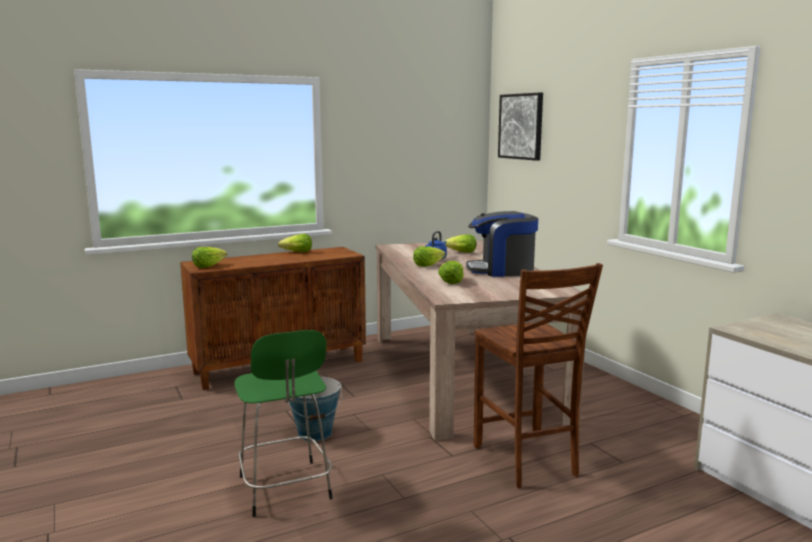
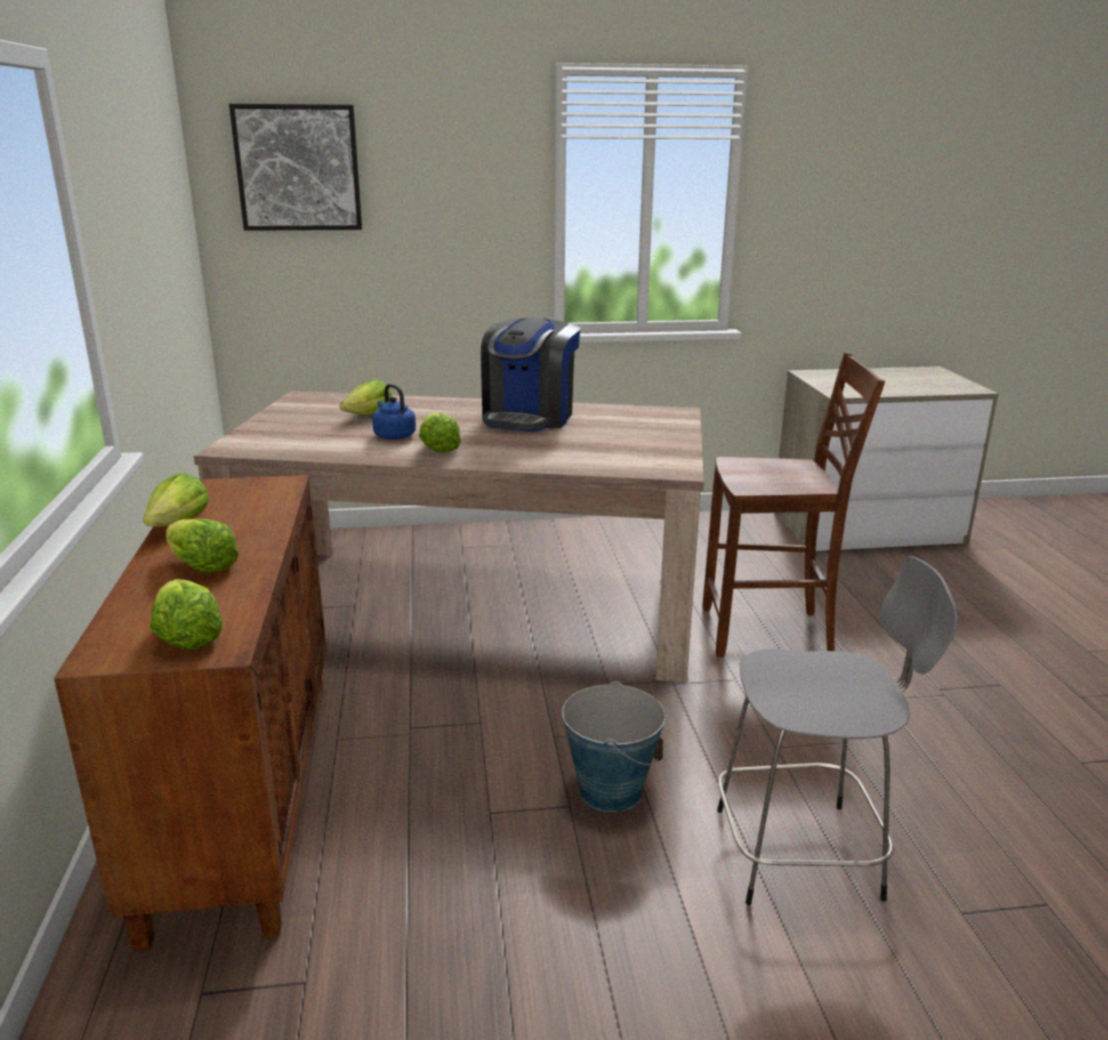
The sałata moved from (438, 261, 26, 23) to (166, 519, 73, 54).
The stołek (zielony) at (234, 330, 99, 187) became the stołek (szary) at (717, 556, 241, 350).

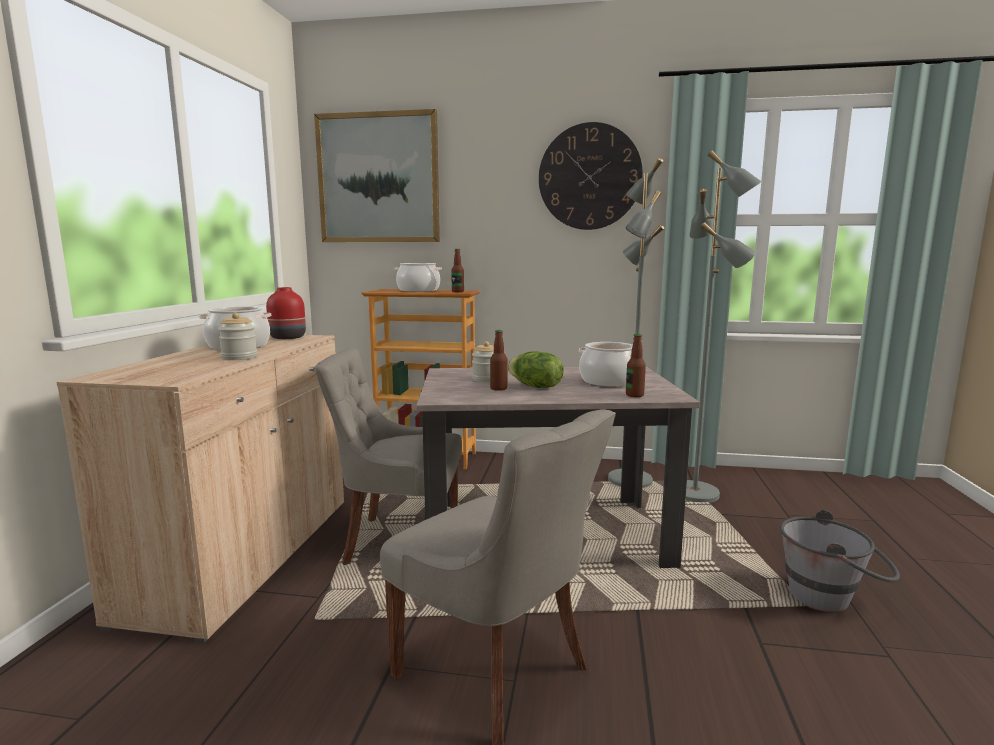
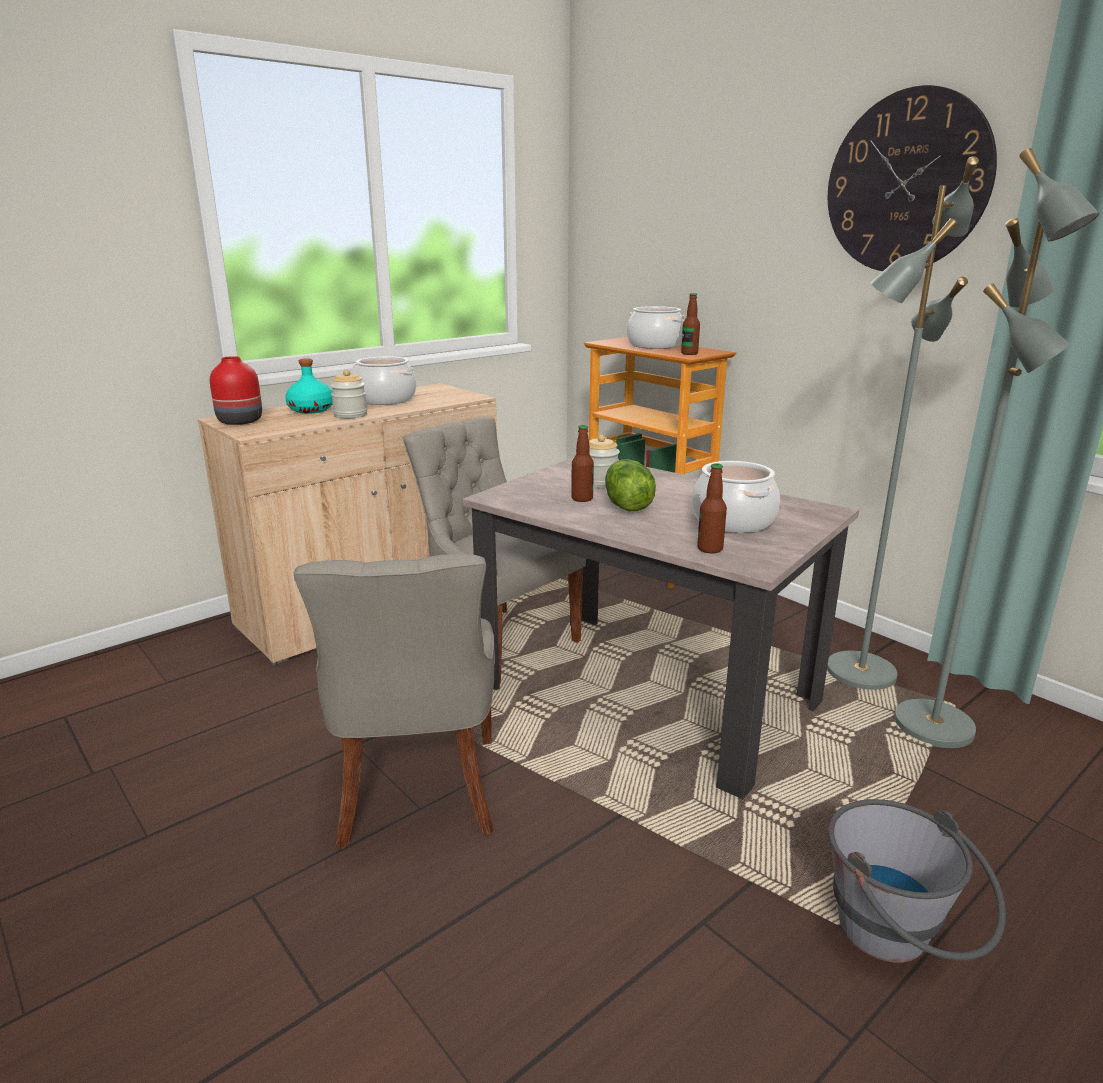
The wazon (czerwony) moved from (266, 287, 40, 52) to (210, 356, 52, 69).
The butelka (turkusowy) at (285, 358, 48, 56) appeared.
The obraz at (314, 109, 126, 133) disappeared.

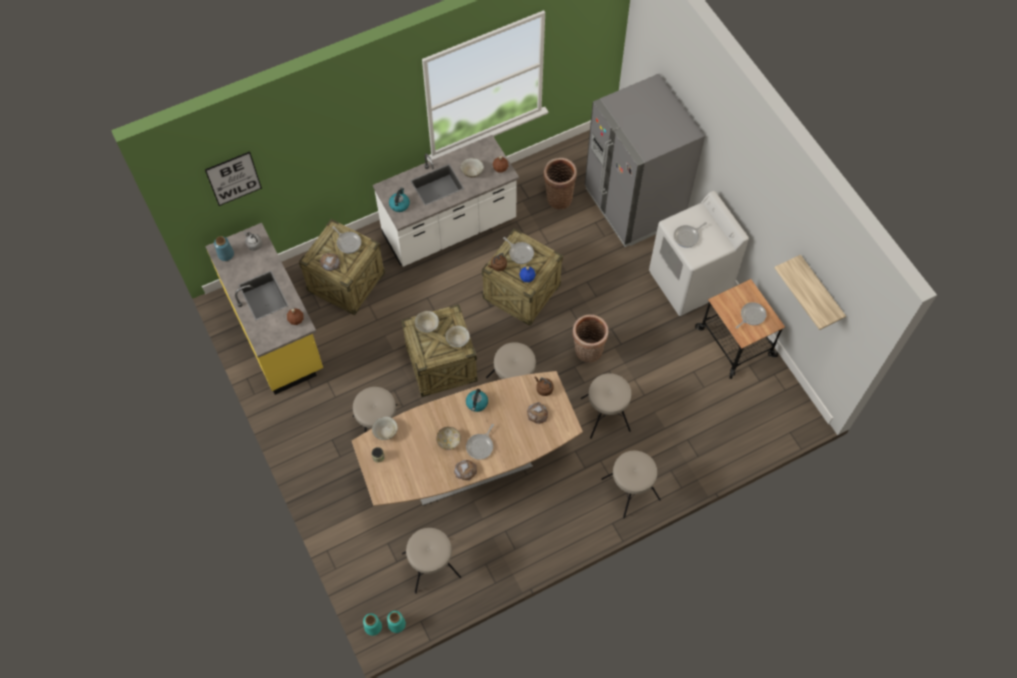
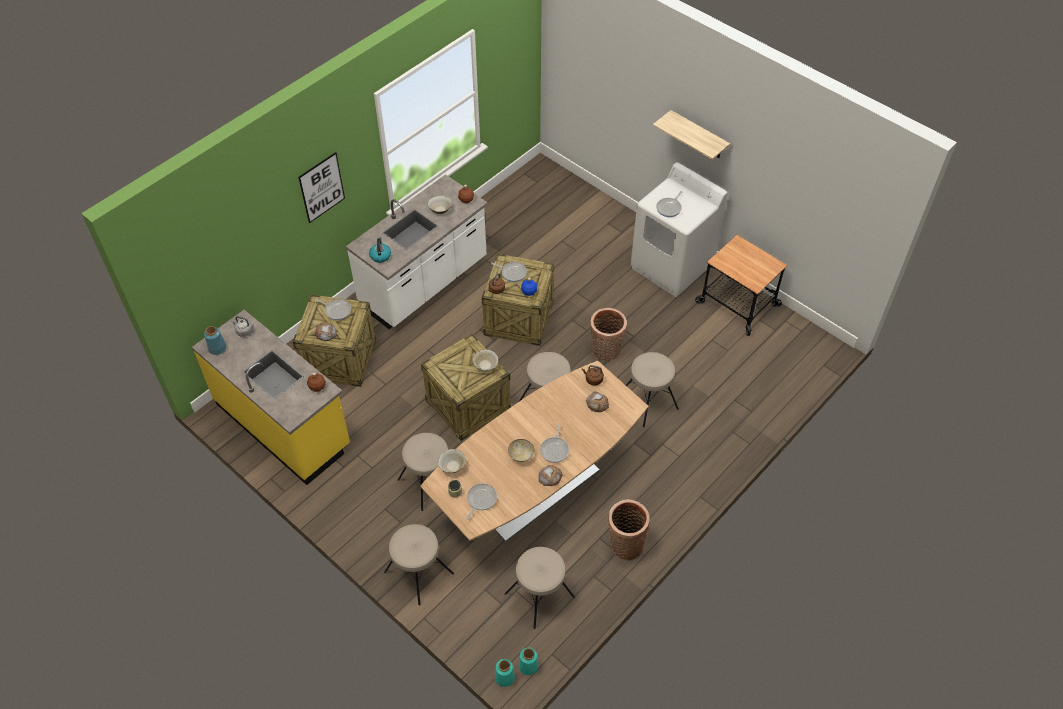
The obraz moved from (205, 151, 57, 55) to (298, 152, 47, 71).
The stołek (beżowy) moved from (601, 450, 60, 68) to (384, 524, 70, 81).
The patelnia moved from (736, 302, 30, 27) to (466, 483, 31, 37).
The koszyk moved from (543, 158, 34, 51) to (608, 499, 42, 61).
The półka moved from (774, 255, 72, 75) to (653, 110, 77, 50).
The miska (beżowy) at (415, 311, 24, 22) disappeared.
The czajnik at (466, 389, 22, 23) disappeared.
The lodówka (szary) at (585, 74, 120, 173) disappeared.

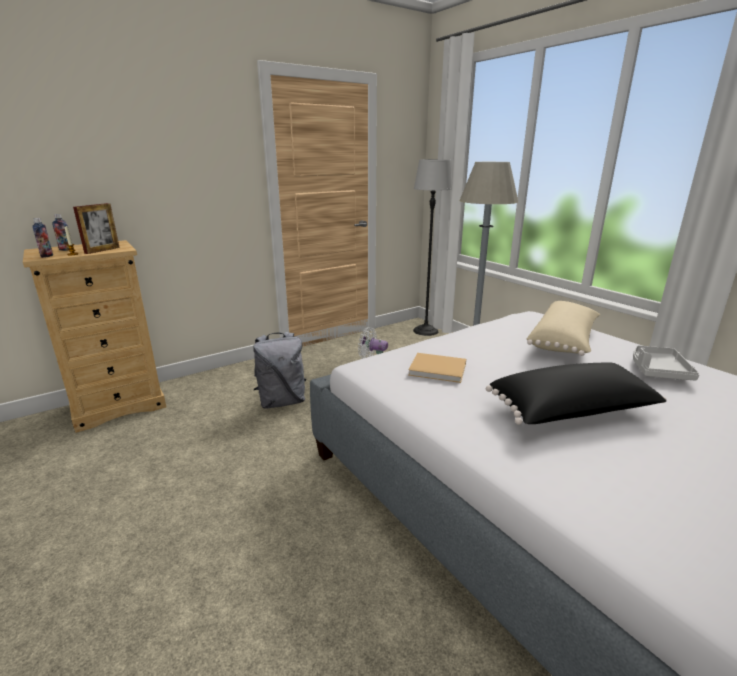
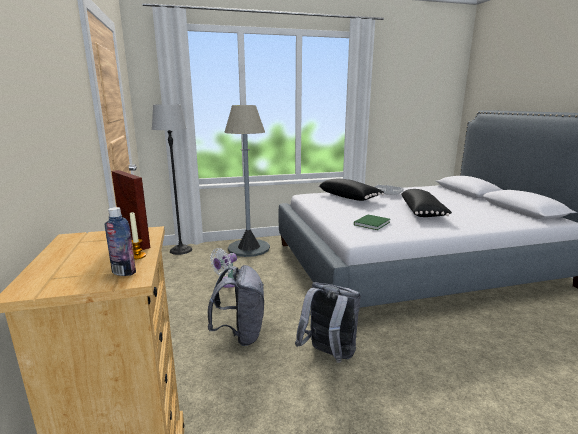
The plecak (szary) at (295, 282, 66, 81) appeared.
The poduszka (beżowy) at (527, 301, 73, 55) became the poduszka (czarny) at (318, 179, 66, 22).
The książka (beżowy) at (408, 353, 58, 30) became the książka (zielony) at (354, 214, 36, 16).
The butelka at (52, 214, 19, 37) disappeared.

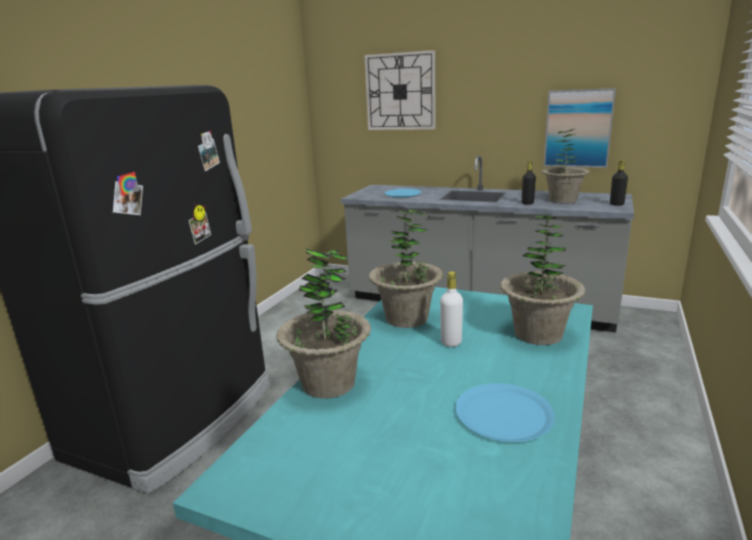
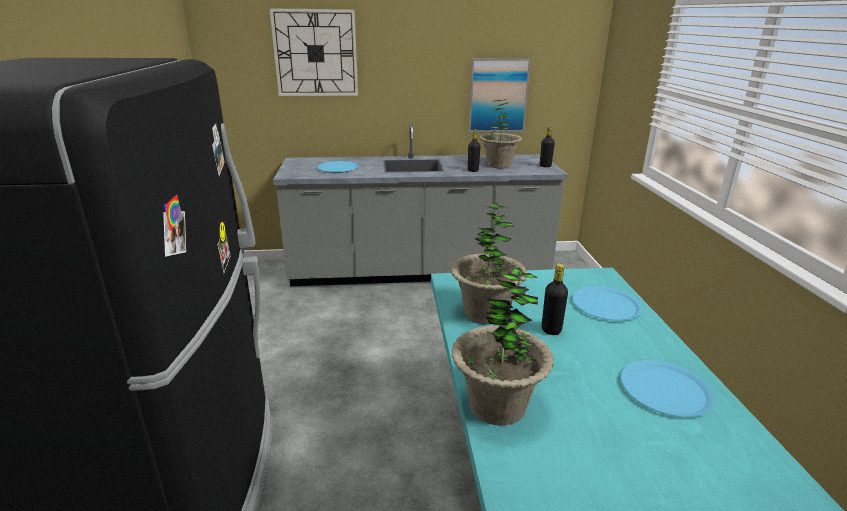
The butelka (biały) at (440, 271, 23, 76) became the butelka (czarny) at (542, 263, 26, 72).
The roślina doniczkowa at (500, 215, 85, 130) was replaced by the talerz (niebieski) at (572, 286, 71, 35).

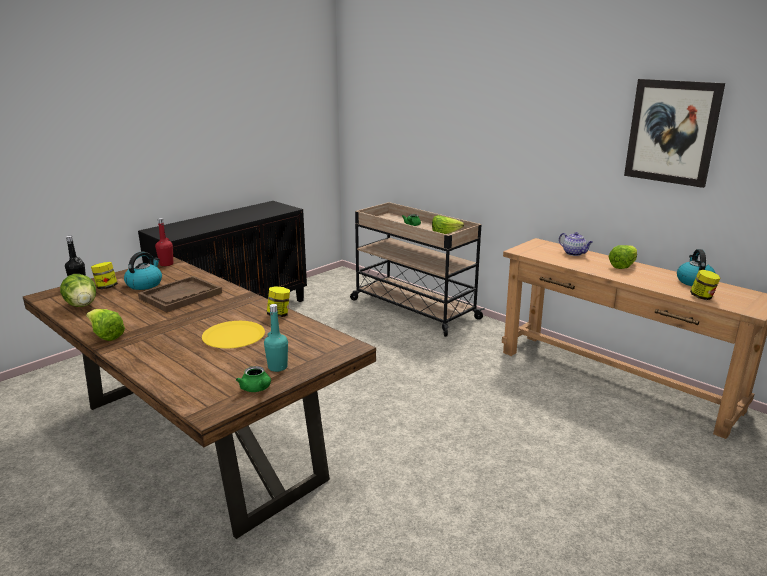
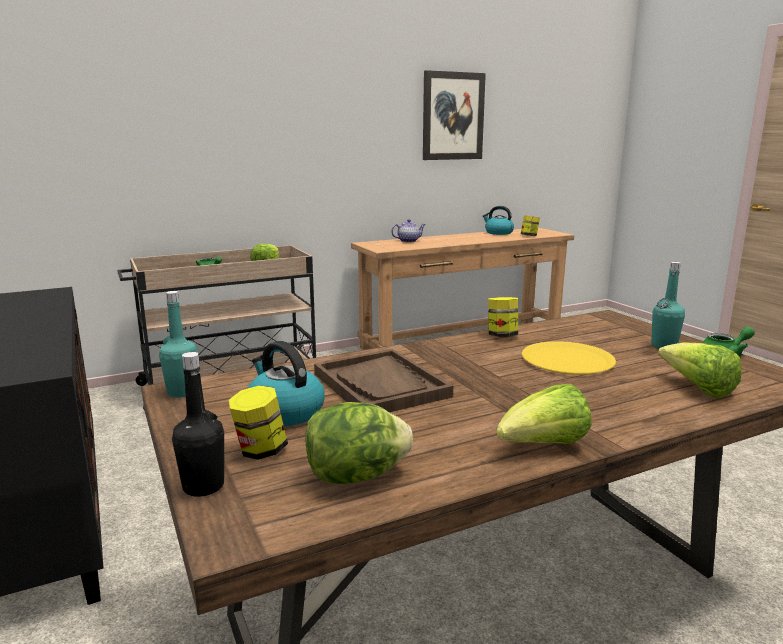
The butelka (czerwony) at (155, 218, 18, 48) became the butelka (turkusowy) at (159, 291, 39, 107).
The sałata moved from (608, 245, 29, 24) to (658, 342, 84, 56).

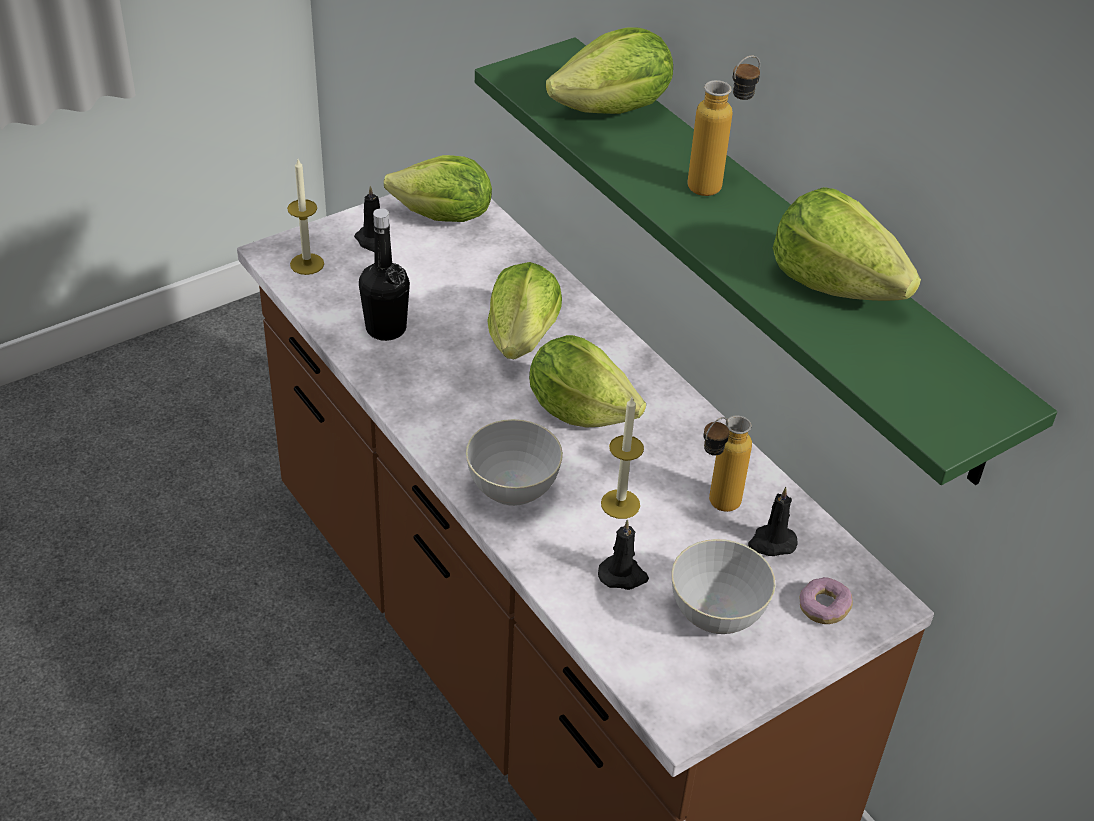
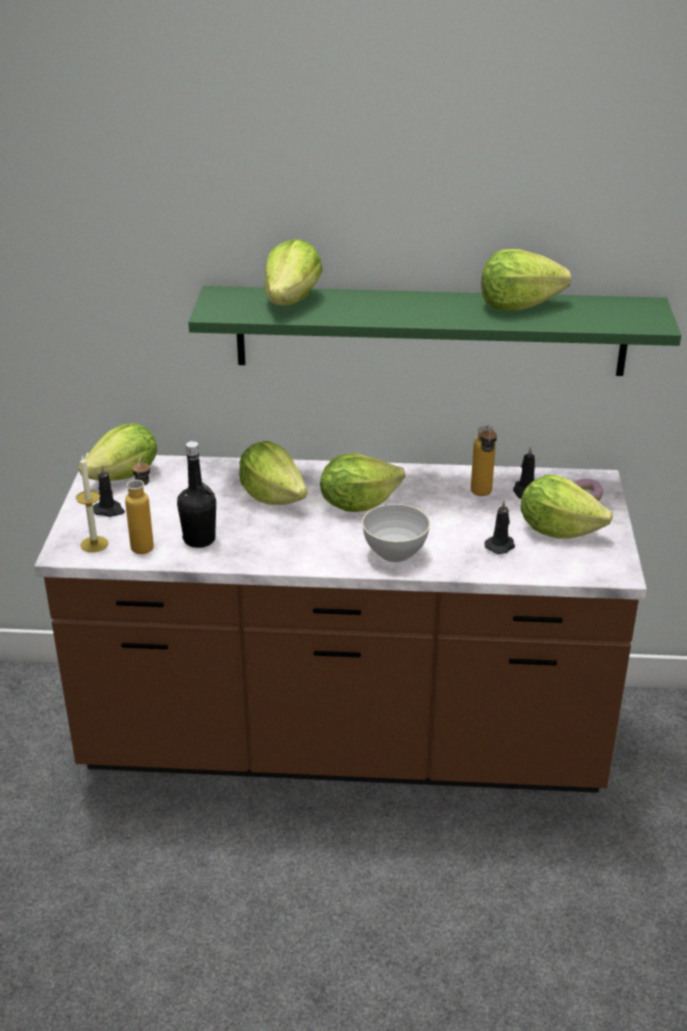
The butelka moved from (688, 55, 72, 141) to (125, 457, 29, 97).
The miska (szary) at (671, 539, 105, 95) was replaced by the sałata at (521, 475, 92, 64).
The świeca at (601, 397, 43, 122) disappeared.

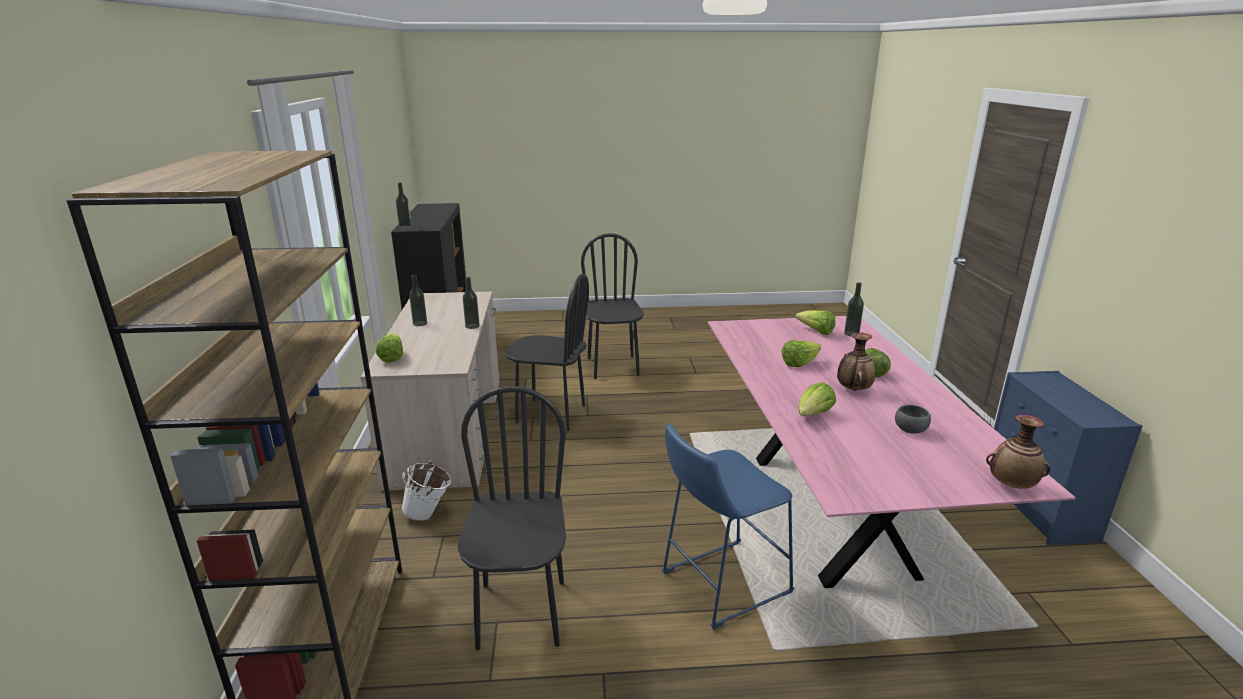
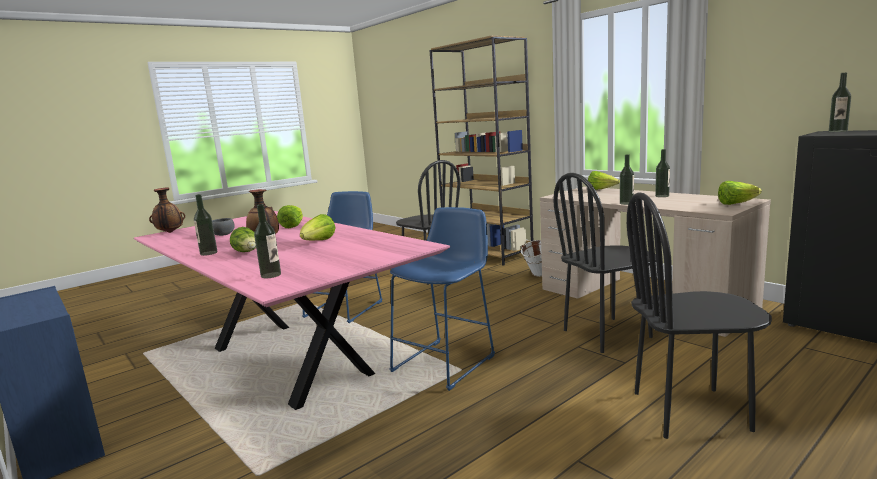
The butelka at (194, 194, 23, 62) appeared.
The stołek (niebieski) at (389, 207, 106, 184) appeared.
The krzesło (czarny) at (581, 233, 63, 146) turned 135 degrees clockwise.
The sałata moved from (795, 310, 40, 25) to (718, 181, 44, 24).

